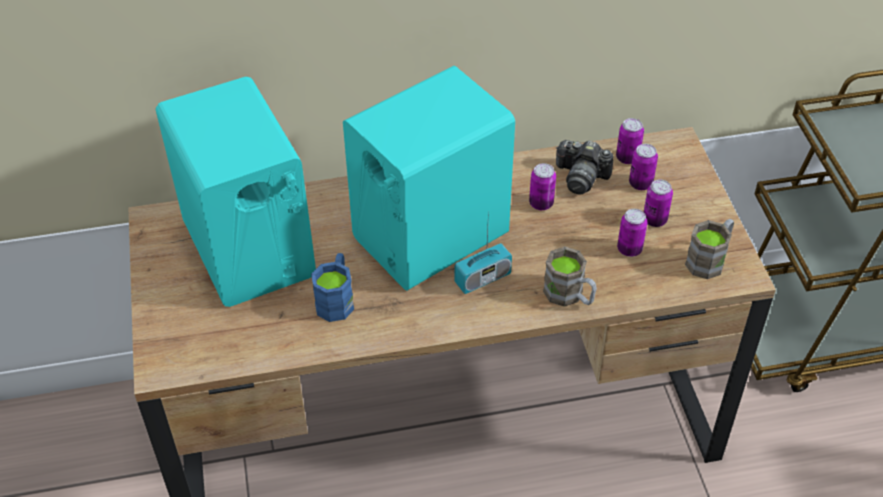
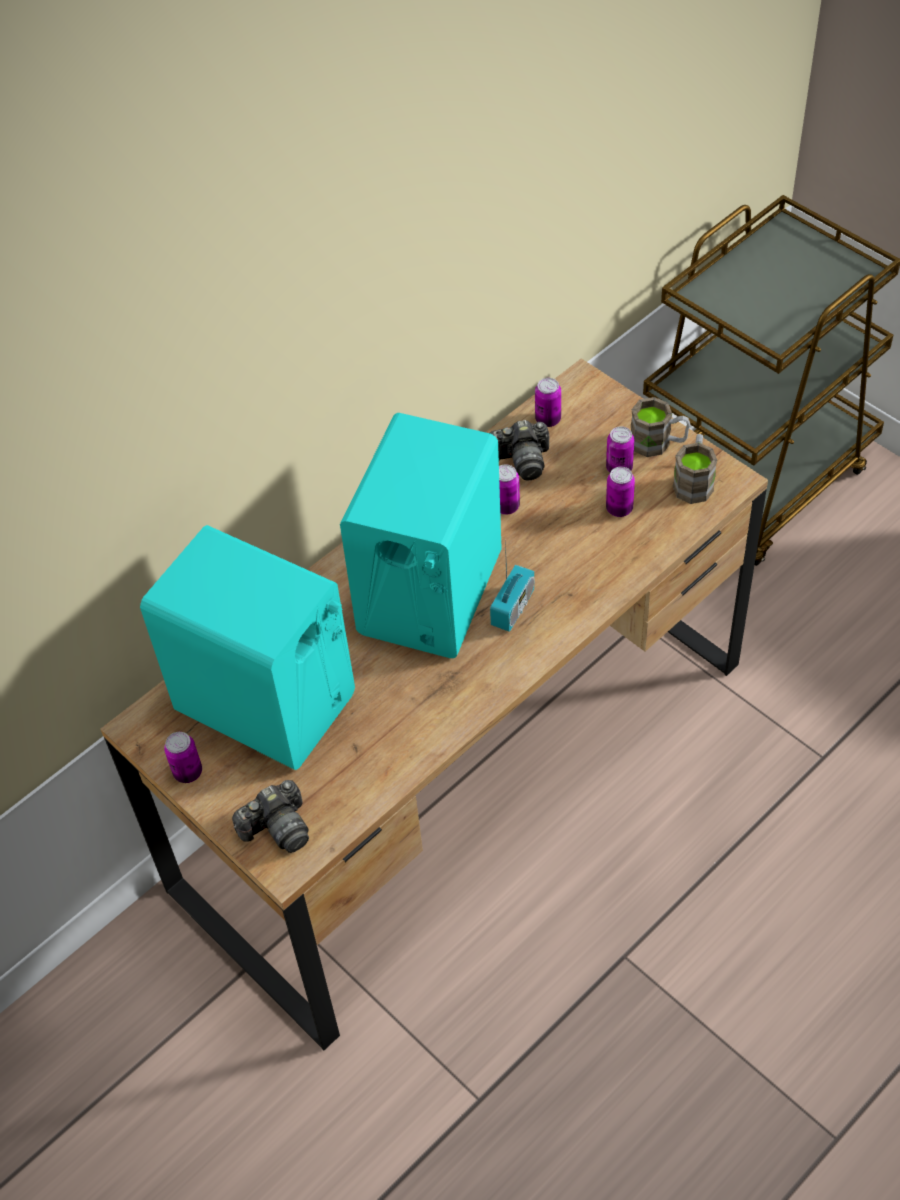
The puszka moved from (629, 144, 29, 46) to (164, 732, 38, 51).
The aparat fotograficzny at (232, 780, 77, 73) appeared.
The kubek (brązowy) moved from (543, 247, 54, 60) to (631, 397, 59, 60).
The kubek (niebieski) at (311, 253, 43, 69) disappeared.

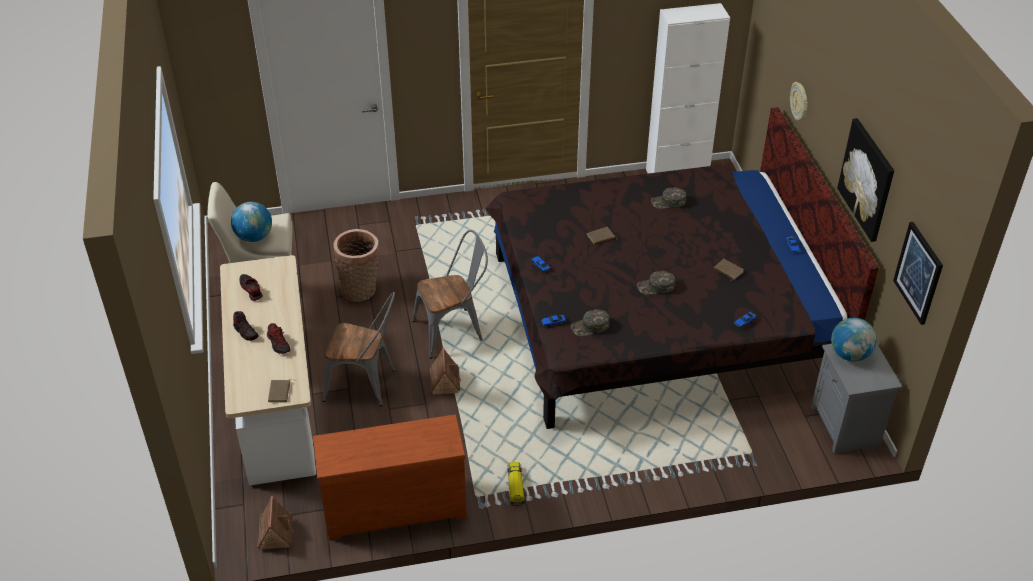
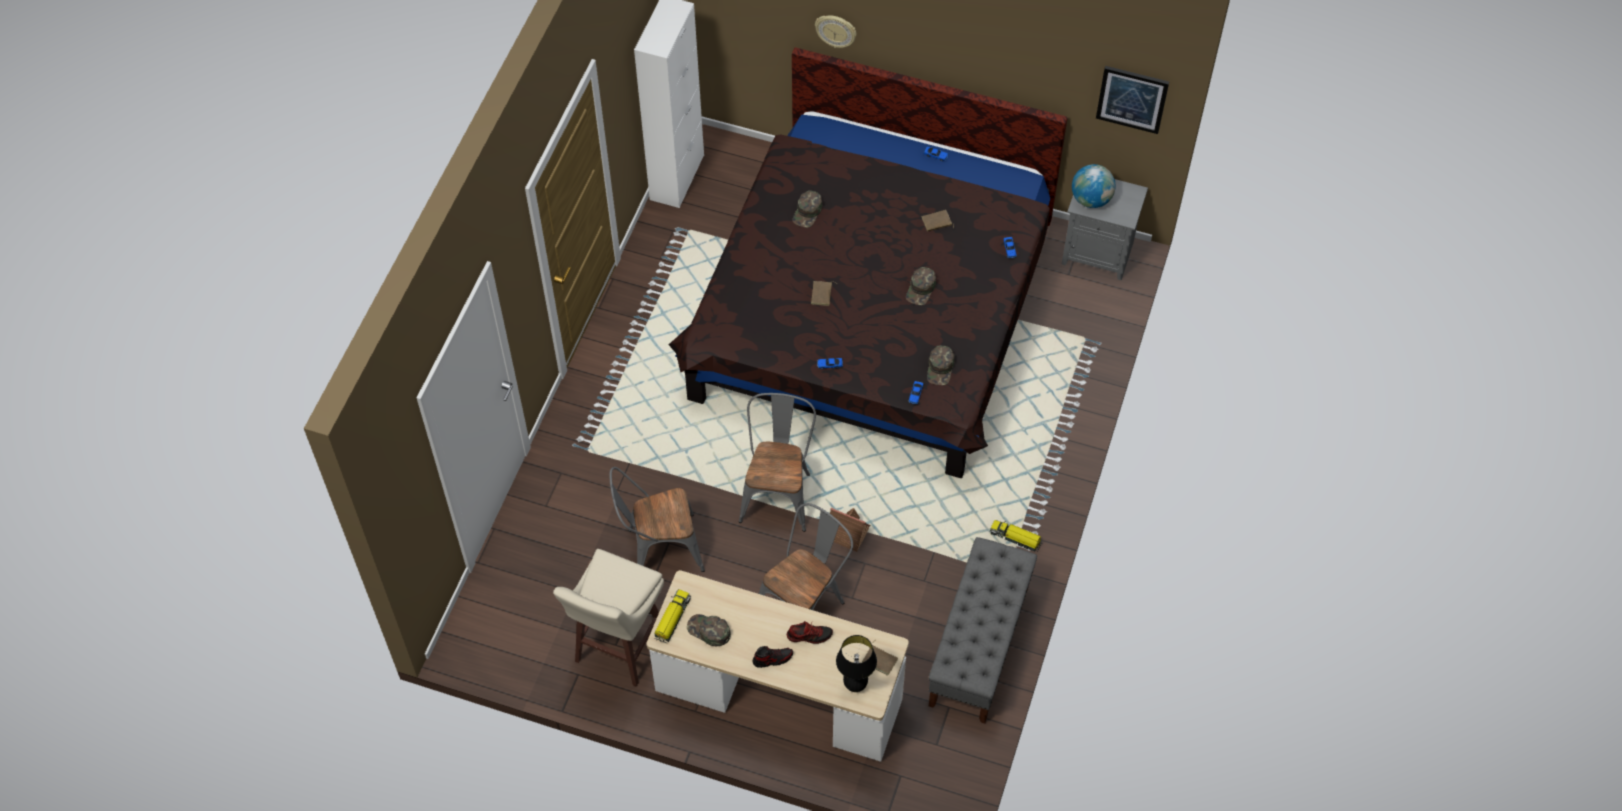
The koszyk at (333, 229, 47, 73) was replaced by the krzesło (szary) at (609, 467, 96, 105).
The ciężarówka zabawkowa at (654, 589, 37, 55) appeared.
The but at (240, 274, 23, 27) was replaced by the czapka z daszkiem (zielony) at (687, 614, 44, 32).
The lampa stołowa (czarny) at (836, 635, 41, 57) appeared.
The komoda (brązowy) at (313, 415, 154, 125) was replaced by the ławka (szary) at (928, 537, 109, 187).
The globus at (231, 202, 41, 40) disappeared.
The domek at (258, 496, 36, 53) disappeared.
The obraz at (837, 118, 57, 124) disappeared.

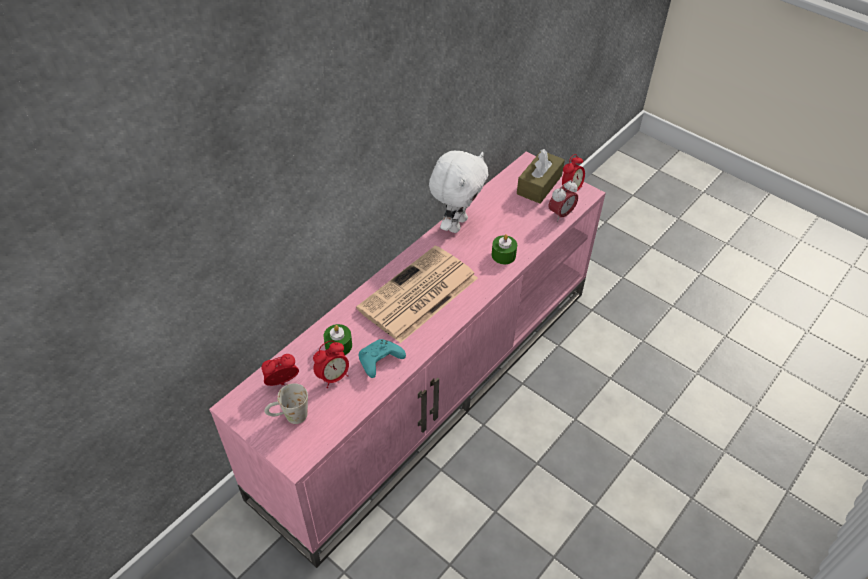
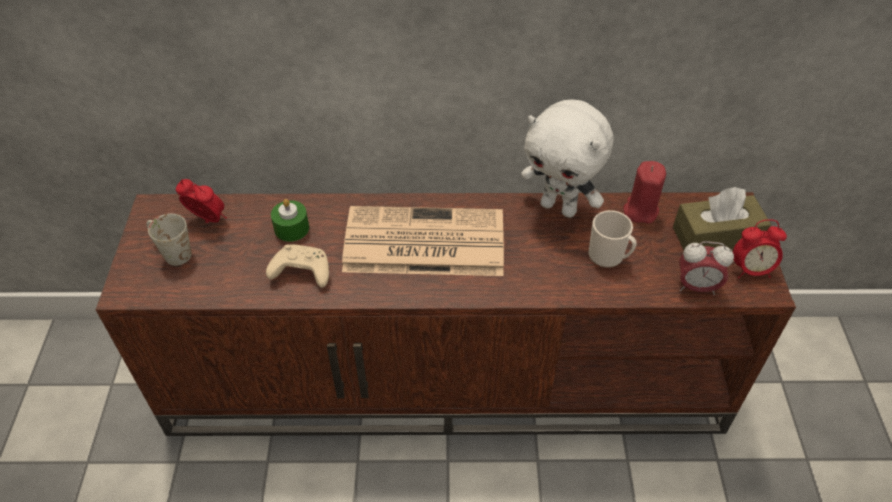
The szafka pod telewizor (różowy) at (209, 151, 397, 417) became the szafka pod telewizor (brązowy) at (96, 192, 700, 244).
The pad do gier (turkusowy) at (359, 339, 47, 39) became the pad do gier (beżowy) at (266, 244, 63, 44).
The pluszak (biały) at (429, 151, 59, 82) turned 45 degrees clockwise.
The kubek at (589, 210, 48, 58) appeared.
The świeca (czerwony) at (623, 161, 43, 63) appeared.
The budzik at (313, 341, 36, 47) disappeared.
The świeca (zielony) at (491, 234, 26, 30) disappeared.

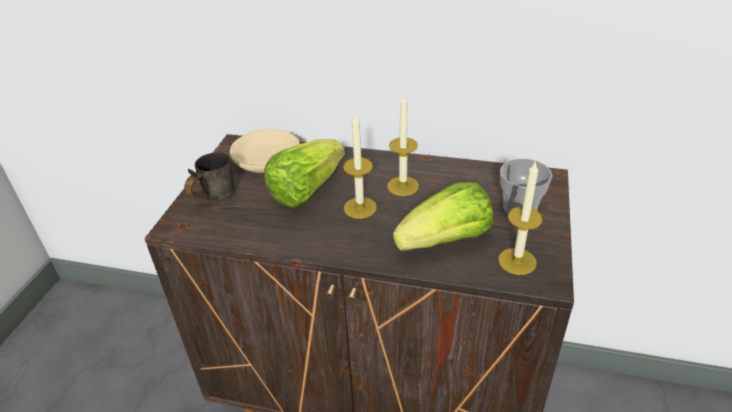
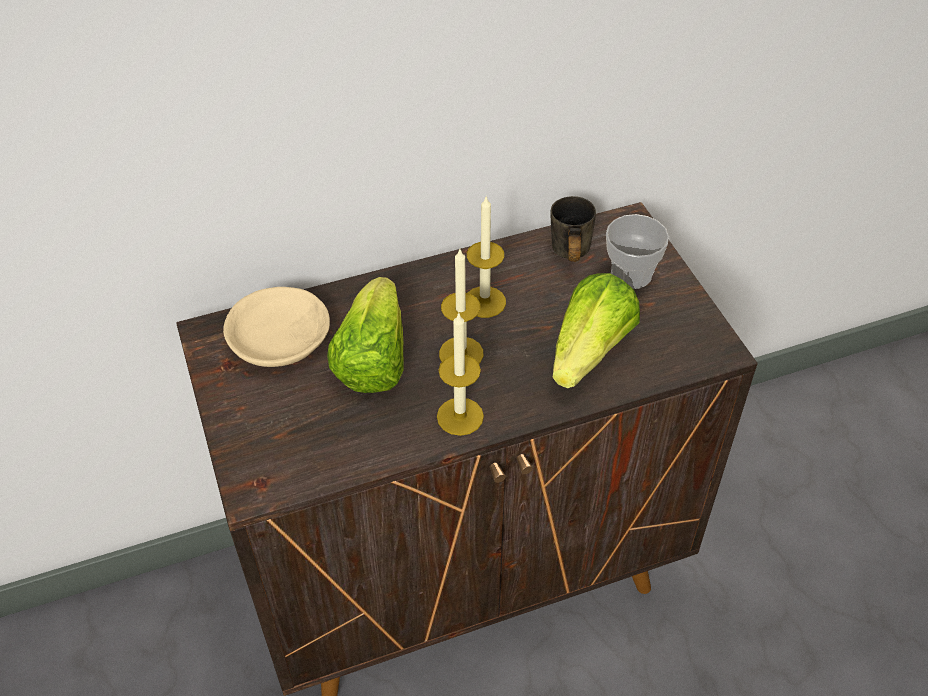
The świeca moved from (498, 160, 45, 115) to (437, 312, 47, 124).
The kubek (szary) moved from (184, 152, 50, 48) to (550, 196, 46, 66).

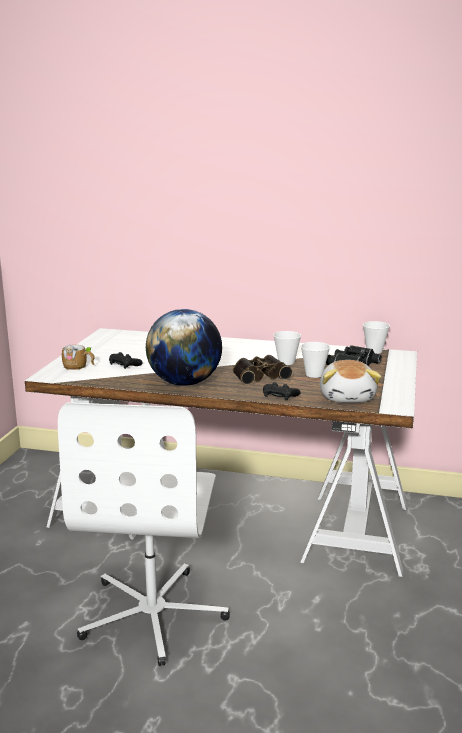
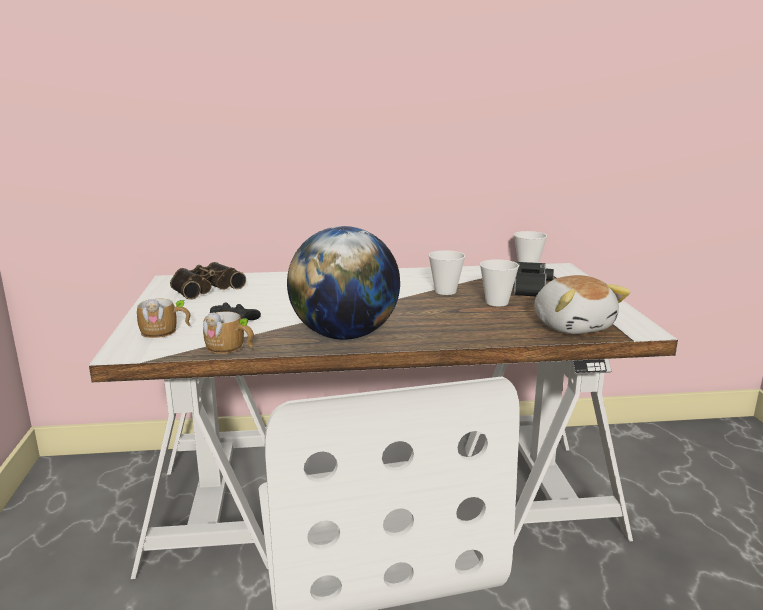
The lornetka moved from (233, 355, 60, 30) to (170, 262, 76, 38).
The kubek at (203, 311, 51, 43) appeared.
The pad do gier (czarny) at (263, 382, 37, 19) disappeared.

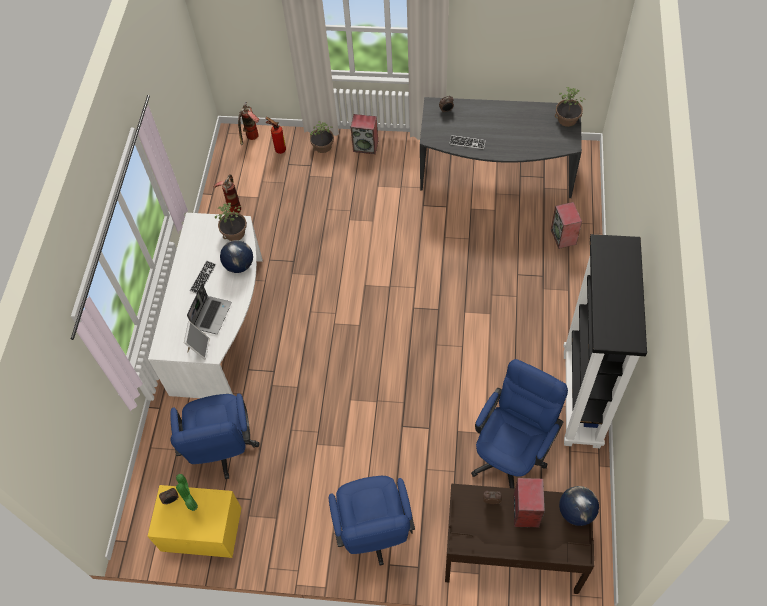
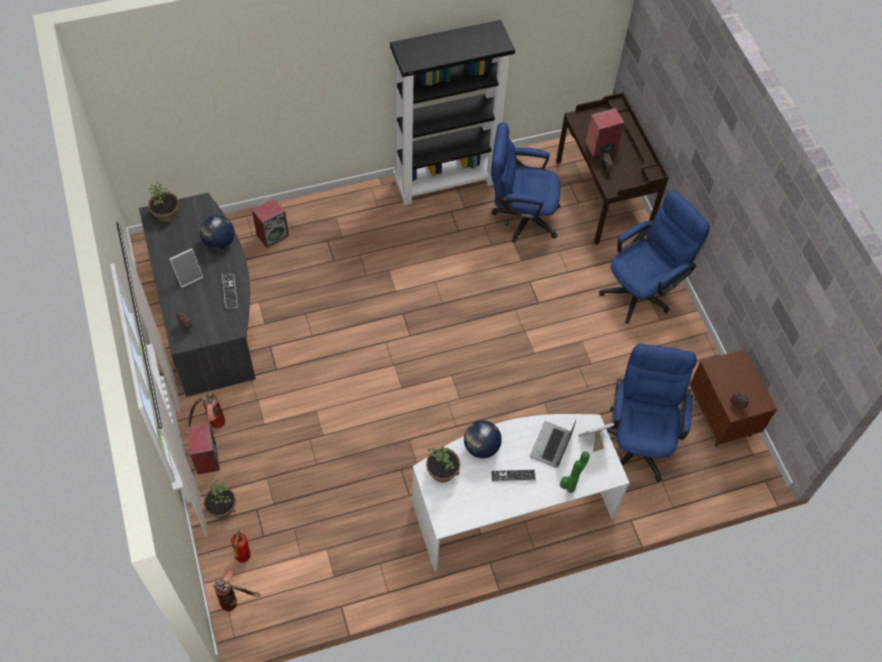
The ramka na zdjęcie at (169, 248, 35, 40) appeared.
The gaśnica moved from (214, 174, 27, 39) to (187, 393, 38, 35).
The globus moved from (559, 486, 40, 40) to (200, 215, 35, 35).
The laptop at (187, 283, 45, 51) turned 60 degrees counterclockwise.
The roślina doniczkowa moved from (176, 474, 22, 37) to (560, 451, 30, 42).
The krzesło biurowe (niebieski) at (170, 393, 90, 86) turned 45 degrees counterclockwise.
The szafka nocna (żółty) at (147, 485, 94, 73) became the szafka nocna (brązowy) at (689, 349, 88, 97).

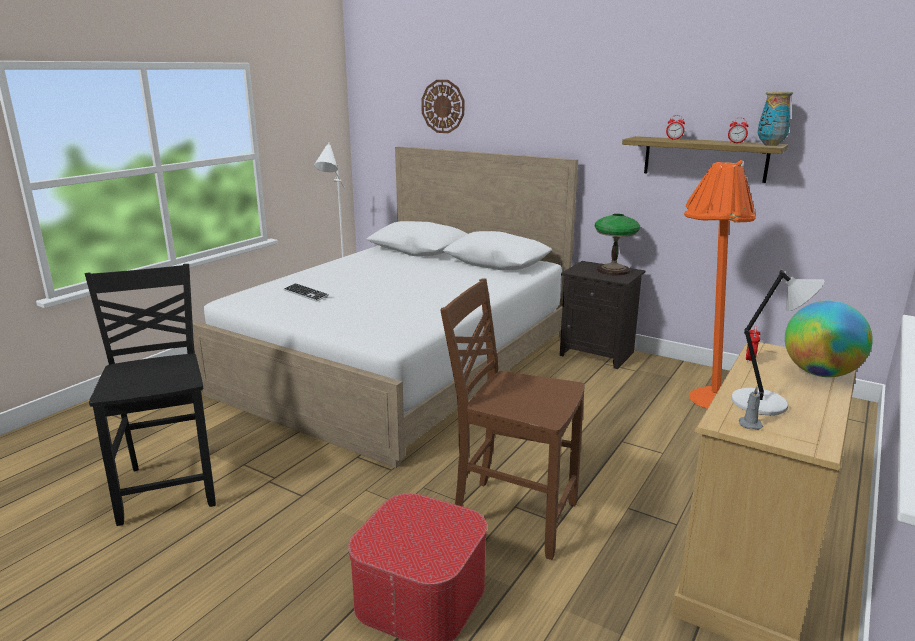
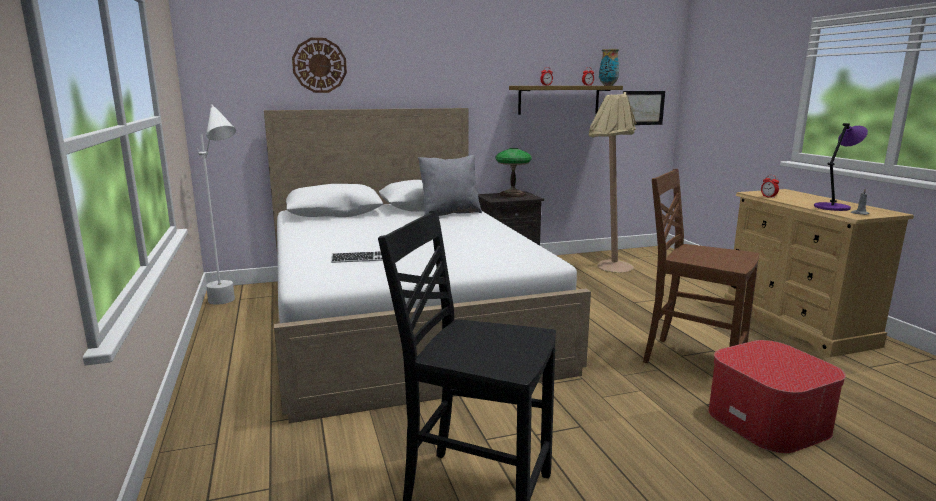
The poduszka (szary) at (418, 155, 64, 61) appeared.
The lampa stojąca (pomarańczowy) at (684, 160, 72, 249) became the lampa stojąca (beżowy) at (589, 92, 47, 181).
The obraz at (623, 91, 42, 34) appeared.
The krzesło (brązowy) at (440, 278, 145, 282) turned 60 degrees clockwise.
The lampa stołowa (szary) at (731, 270, 94, 145) became the lampa stołowa (fioletowy) at (814, 123, 54, 88).
The globus at (785, 301, 88, 76) disappeared.

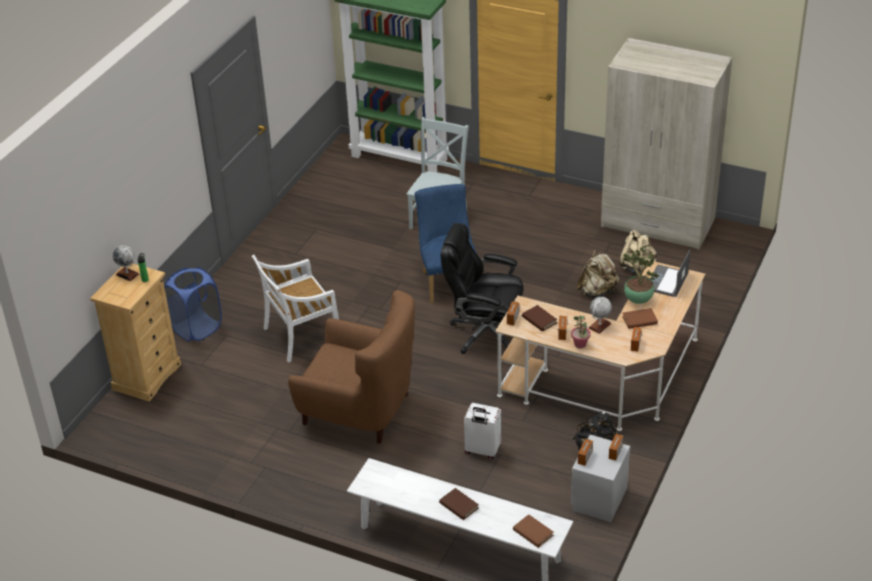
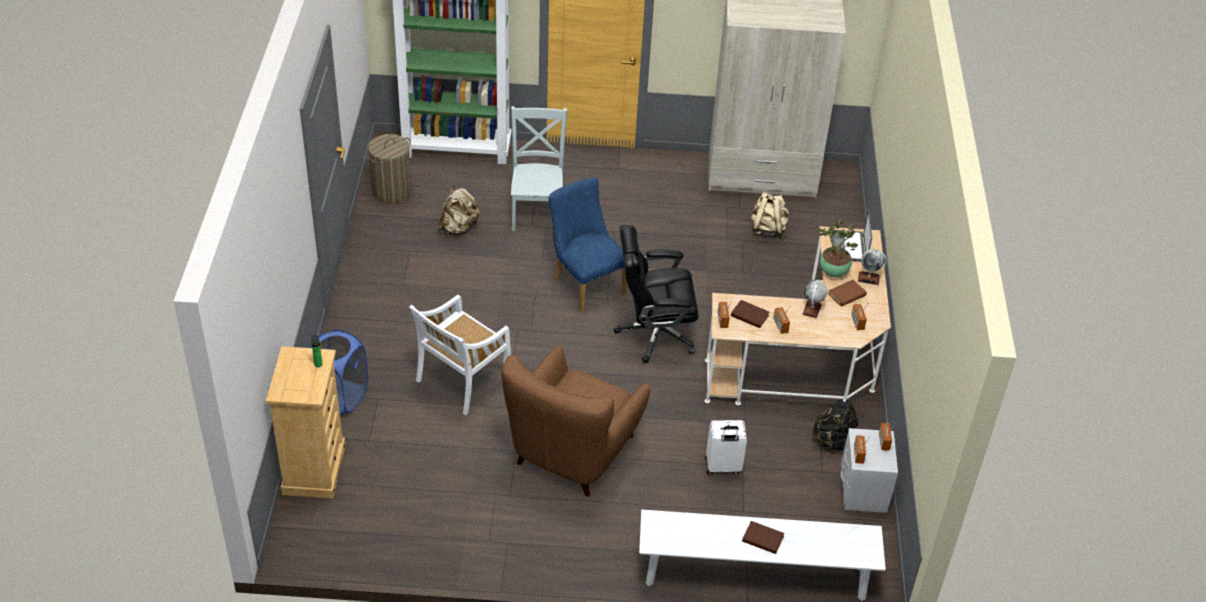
The kosz na pranie at (367, 134, 45, 70) appeared.
The plecak (beżowy) moved from (577, 250, 42, 47) to (438, 186, 42, 49).
The fotel (brązowy) at (288, 290, 127, 154) turned 120 degrees clockwise.
The globus moved from (113, 245, 26, 36) to (858, 249, 29, 36).
The książka (brązowy) at (513, 514, 41, 34) disappeared.
The roślina doniczkowa at (571, 316, 19, 32) disappeared.

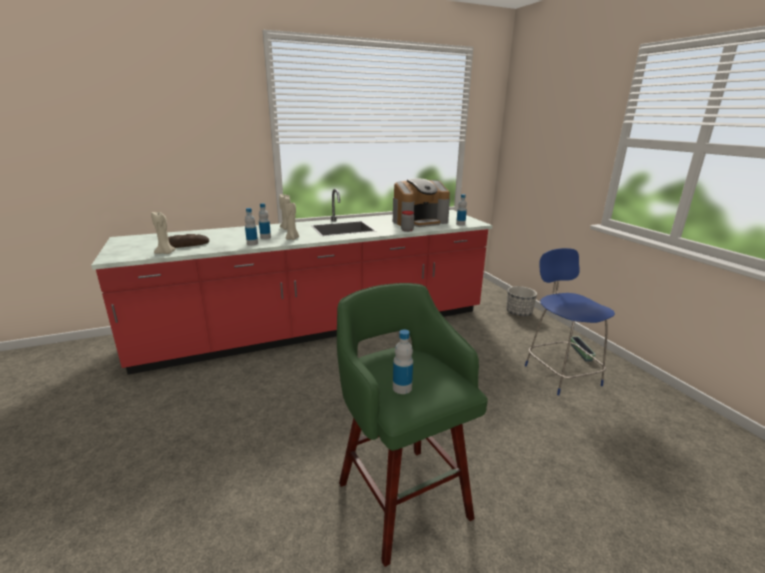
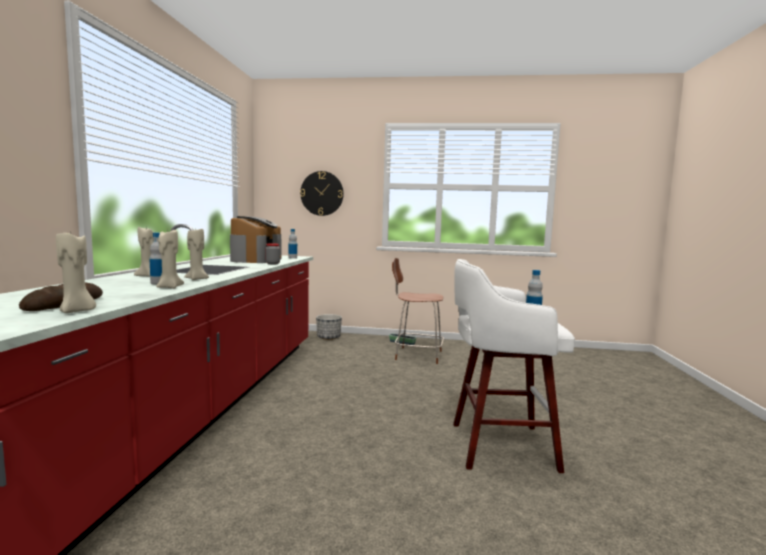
The butelka at (245, 208, 13, 38) was replaced by the świeca (beżowy) at (156, 228, 28, 61).
The zegar ścienny at (300, 171, 44, 45) appeared.
The krzesło (niebieski) at (525, 248, 90, 147) became the krzesło (brązowy) at (392, 258, 52, 106).
The stołek (zielony) at (337, 283, 151, 284) became the stołek (biały) at (453, 259, 122, 214).

